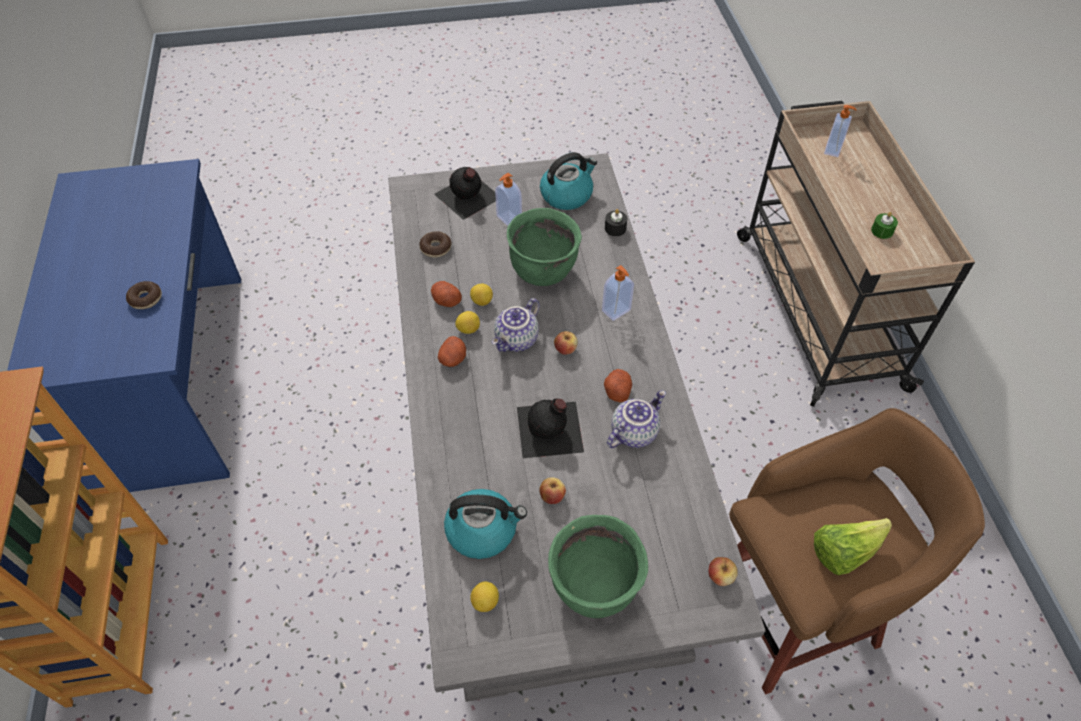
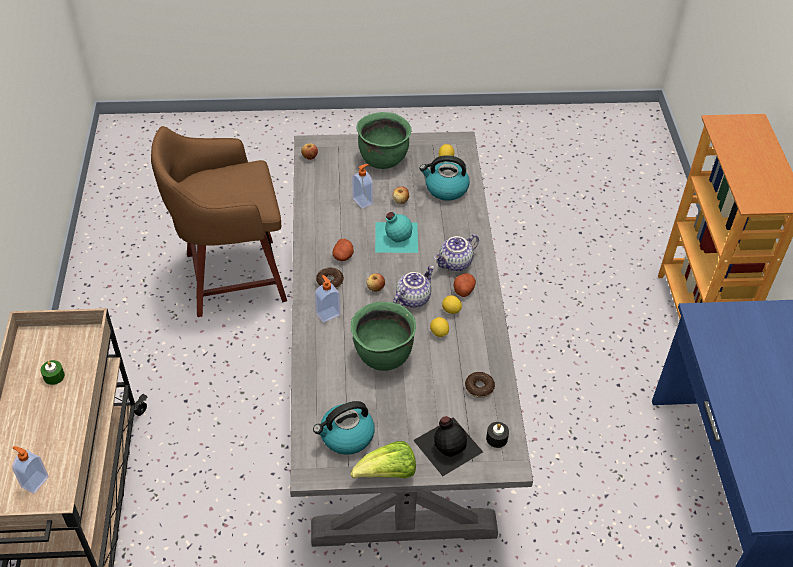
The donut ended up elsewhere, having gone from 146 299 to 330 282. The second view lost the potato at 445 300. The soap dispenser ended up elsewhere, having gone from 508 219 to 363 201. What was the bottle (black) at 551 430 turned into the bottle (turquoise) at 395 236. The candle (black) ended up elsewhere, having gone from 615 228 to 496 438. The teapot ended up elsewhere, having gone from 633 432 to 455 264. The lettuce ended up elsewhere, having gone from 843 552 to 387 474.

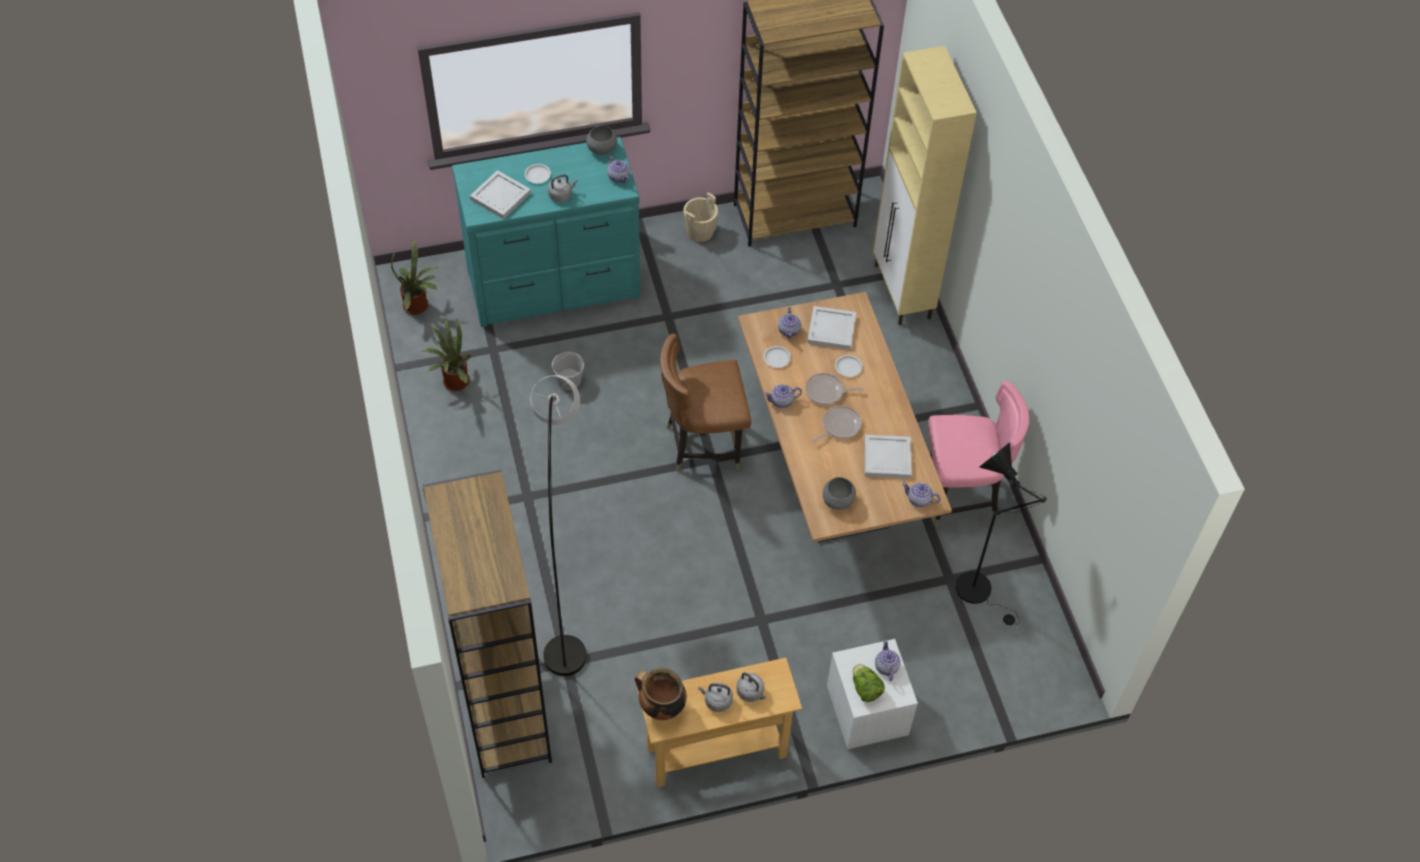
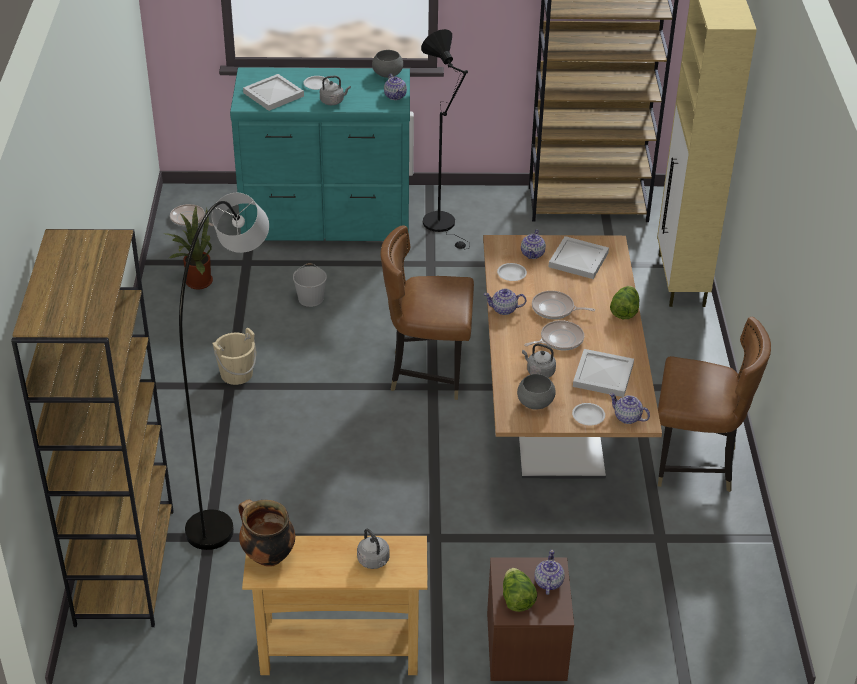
Where the potted plant stood at 418 306, the frying pan came to stand at 189 219. The bucket (beige) ended up elsewhere, having gone from 700 231 to 236 374. The kettle (grey) ended up elsewhere, having gone from 716 701 to 539 372. What was the nightstand (white) at 867 711 turned into the nightstand (brown) at 526 647. The plate (white) ended up elsewhere, having gone from 848 367 to 588 416. What was the chair (pink) at 961 495 turned into the chair (brown) at 695 464. The floor lamp (black) ended up elsewhere, having gone from 979 592 to 443 225. The second view gained the lettuce at 624 311.

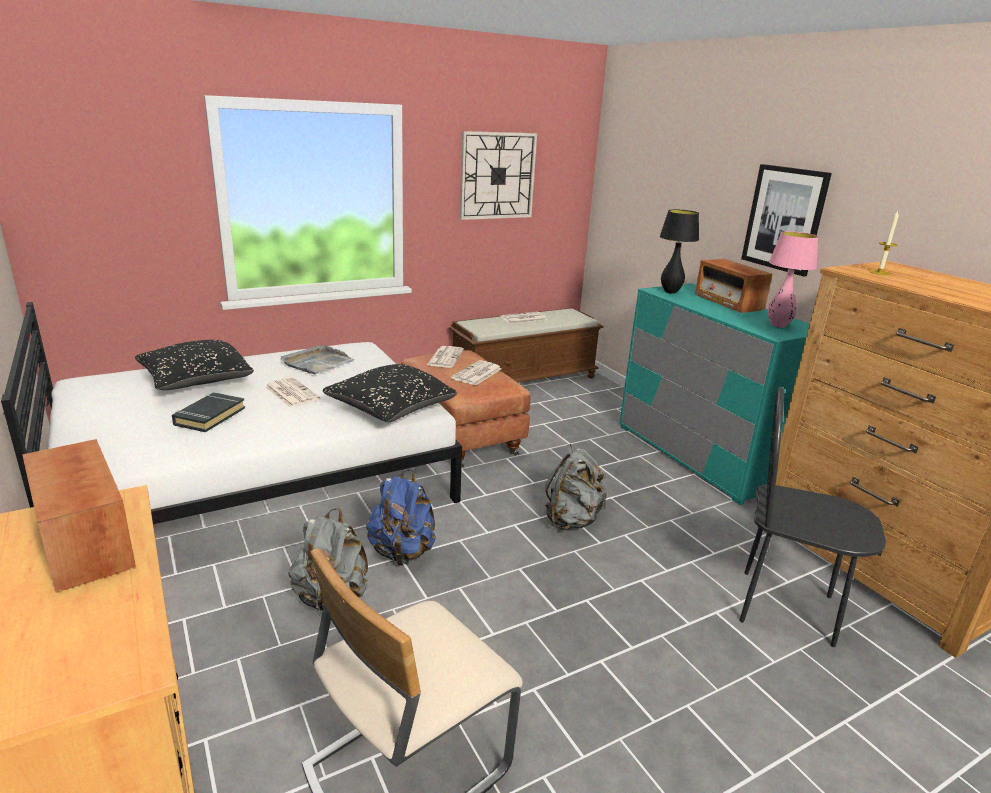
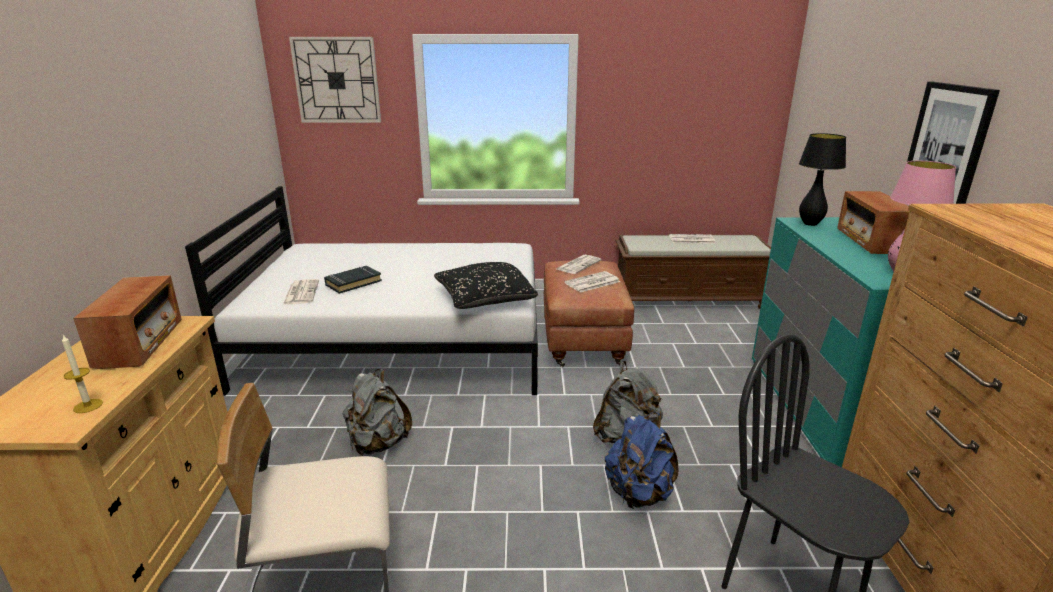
The second view lost the pillow (black) at 196 381. The newspaper ended up elsewhere, having gone from 291 393 to 301 292. The second view lost the tray (grey) at 317 363. The backpack (blue) ended up elsewhere, having gone from 402 552 to 638 494. The wall clock ended up elsewhere, having gone from 497 176 to 337 80. The candle ended up elsewhere, having gone from 879 273 to 88 406.

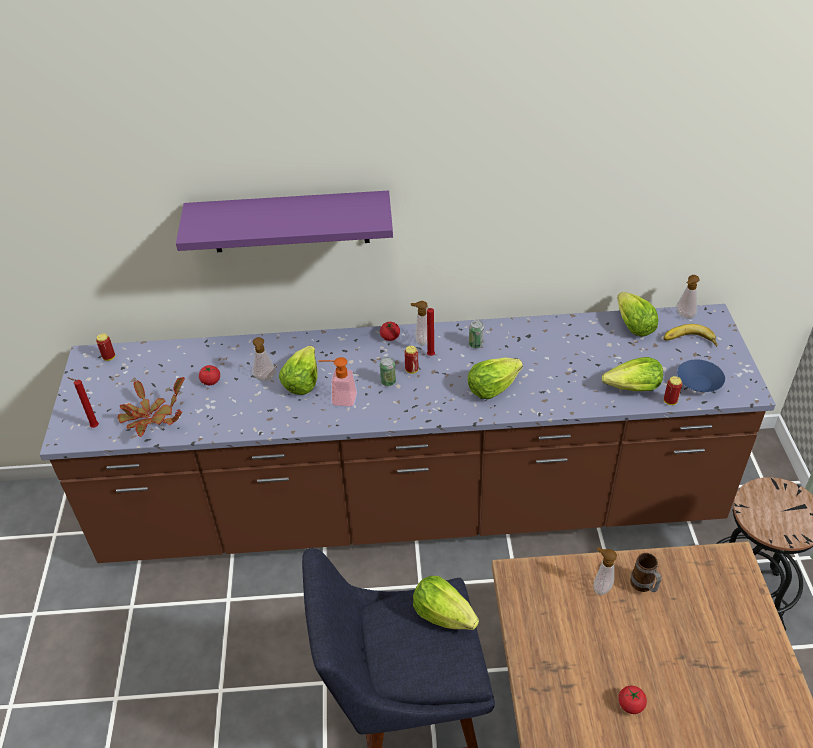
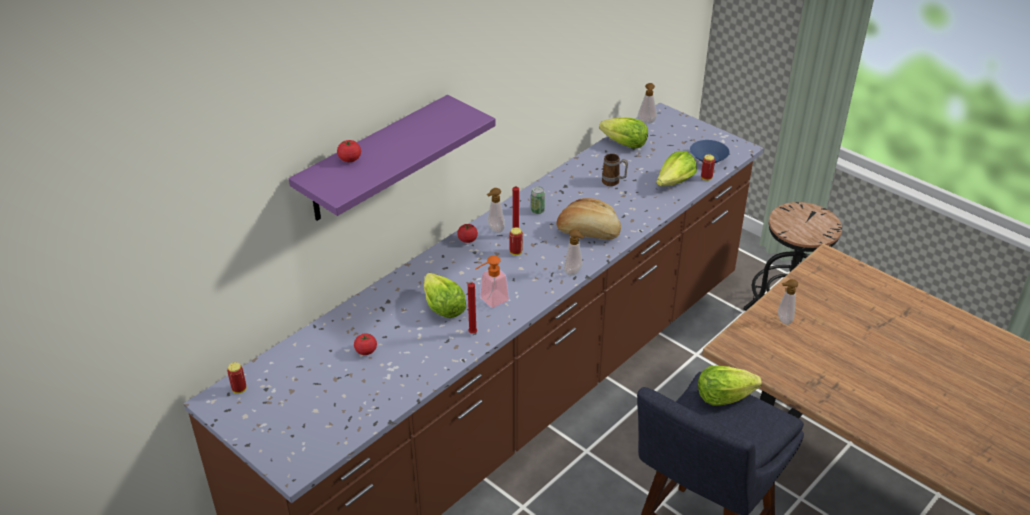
The candle (red) ended up elsewhere, having gone from 93 427 to 471 334. The second view lost the potted plant at 150 418. The soap dispenser ended up elsewhere, having gone from 265 379 to 574 272. The second view lost the can at 388 382. Where the lettuce stood at 492 388, the bread came to stand at 588 232. The tomato ended up elsewhere, having gone from 630 705 to 350 159. The mug ended up elsewhere, having gone from 644 586 to 614 182. The second view lost the banana at 689 341.

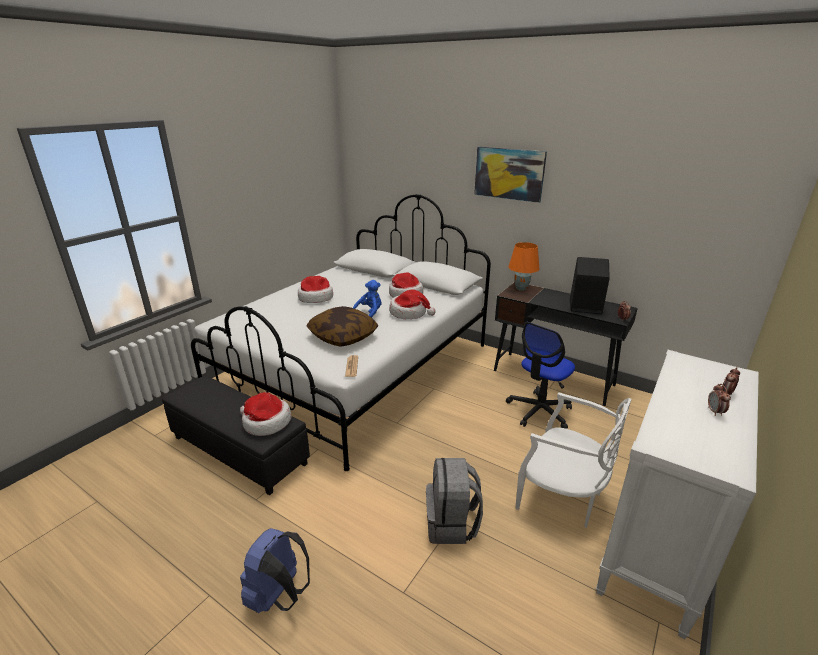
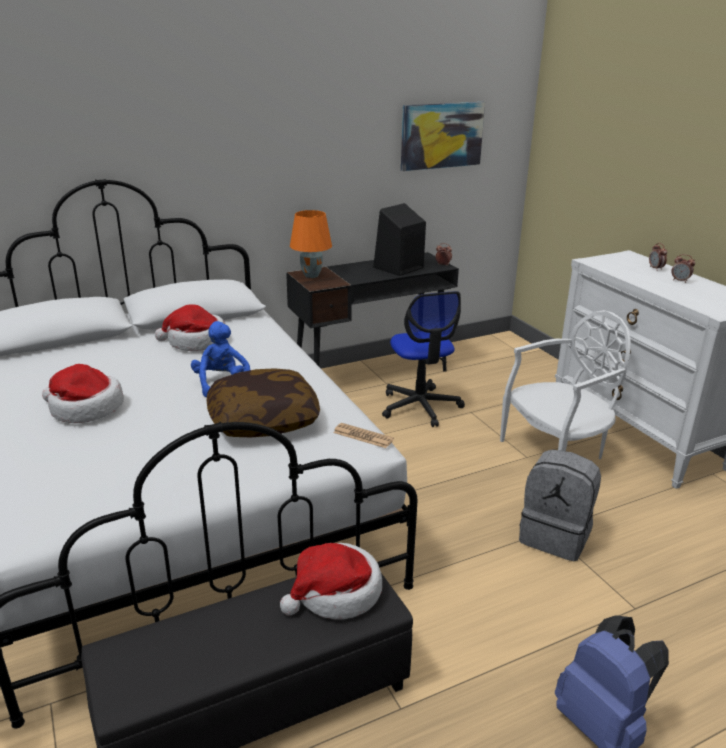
The second view lost the hat at 409 313. The picture ended up elsewhere, having gone from 509 173 to 441 135.

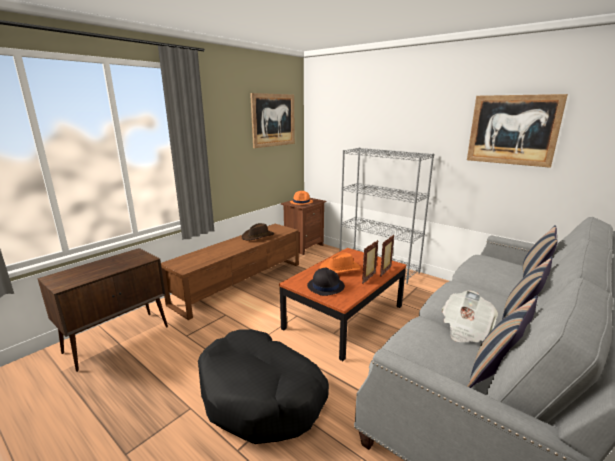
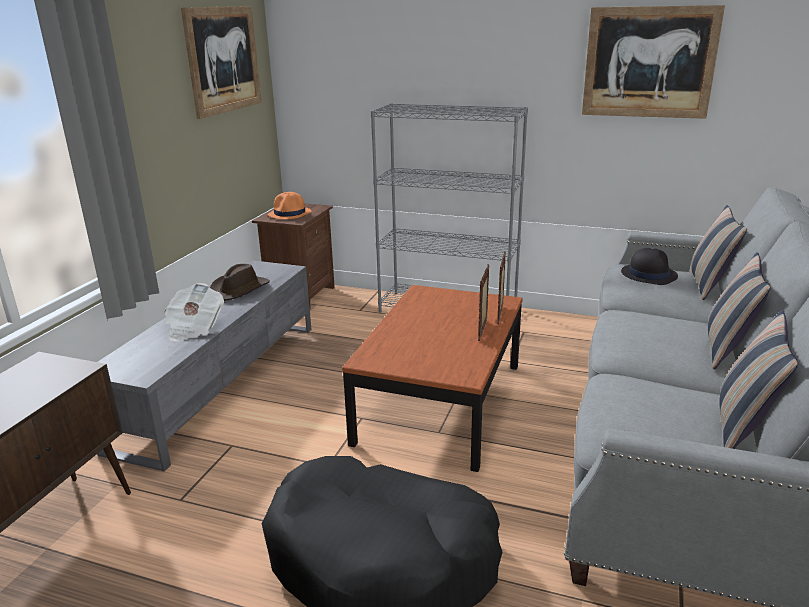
What was the tv stand (brown) at 240 282 turned into the tv stand (grey) at 222 382. The hat (black) ended up elsewhere, having gone from 325 286 to 648 274. The second view lost the hat (orange) at 340 268. The newspaper ended up elsewhere, having gone from 465 329 to 194 327.

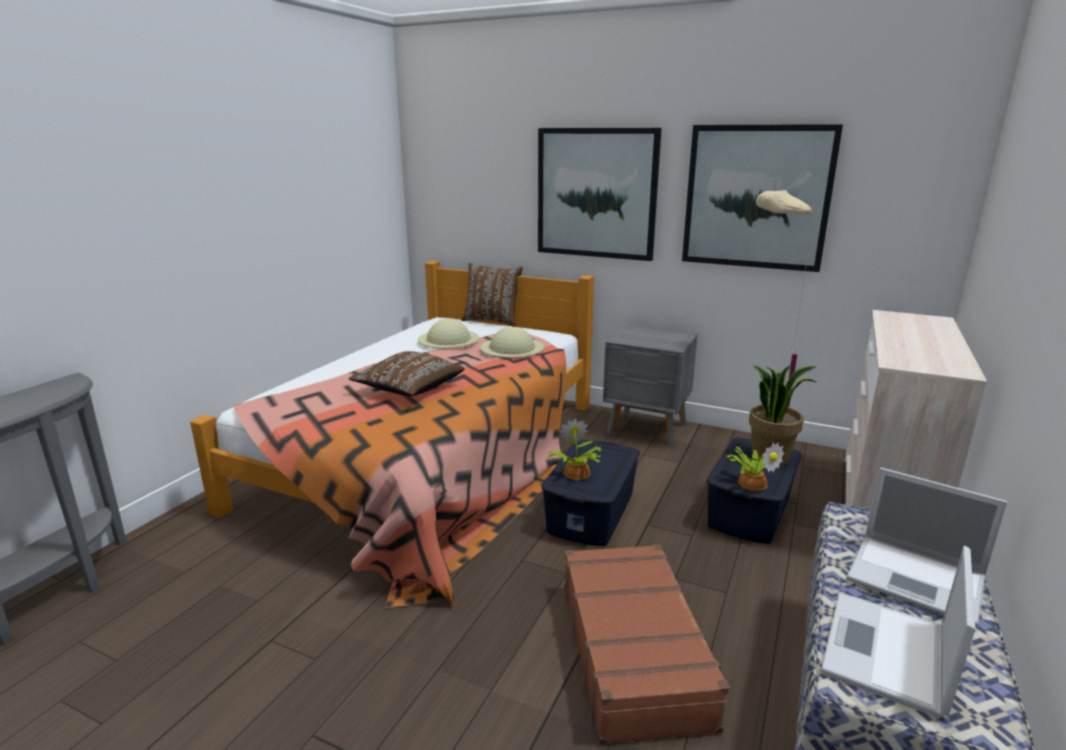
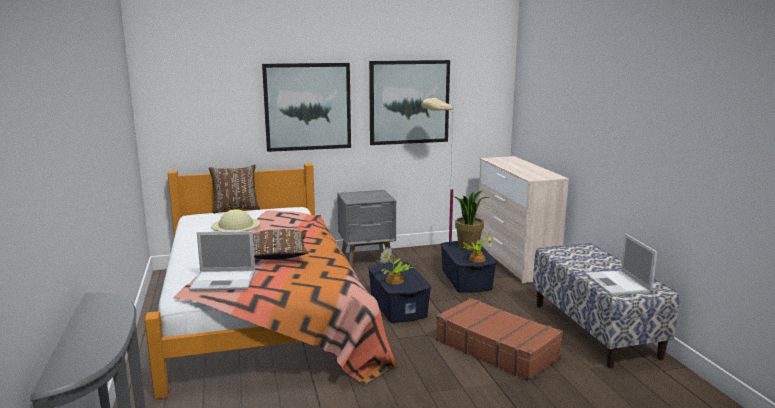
The second view lost the hat (beige) at 512 347. The laptop ended up elsewhere, having gone from 918 579 to 225 281.

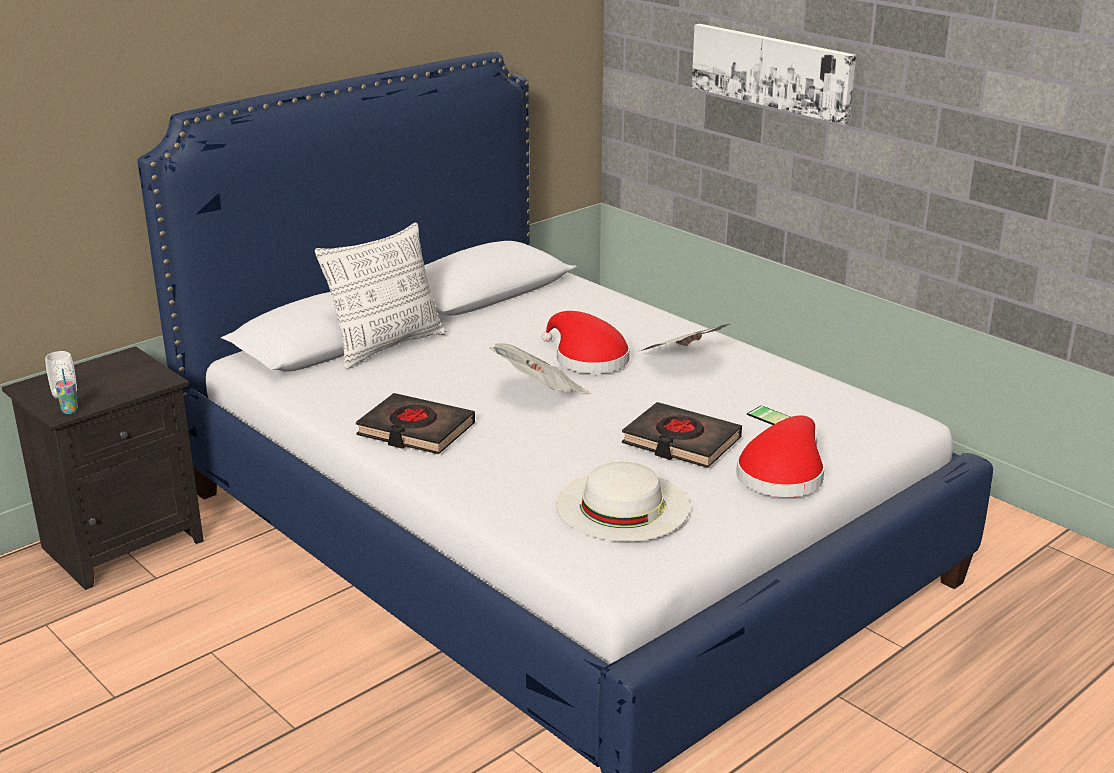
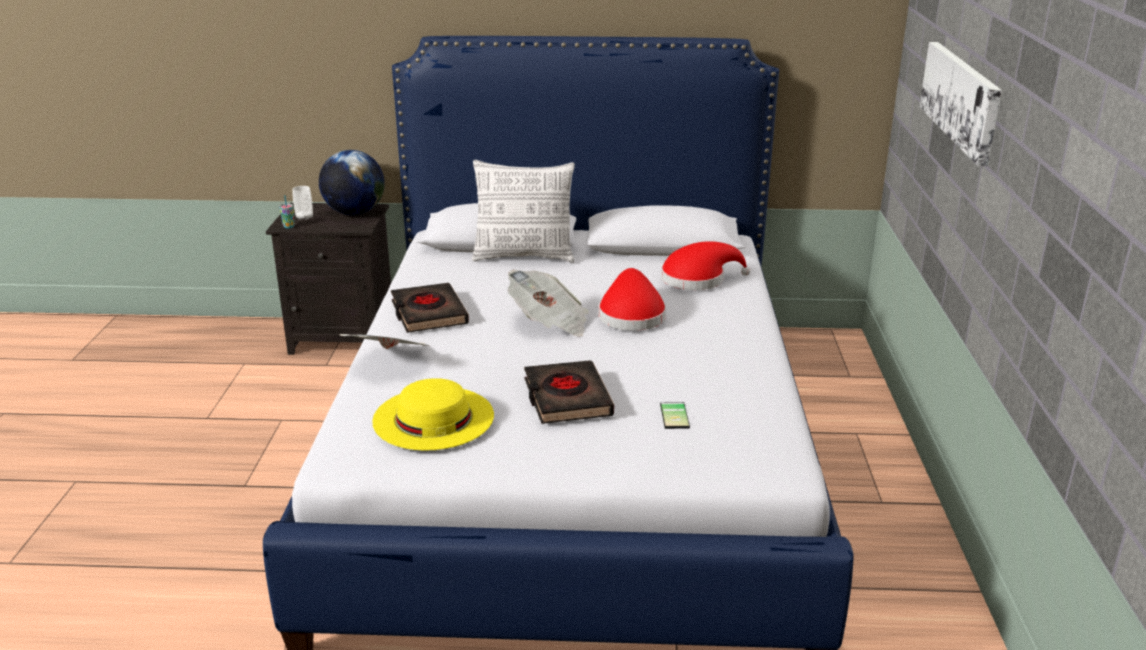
What was the hat (white) at 622 505 turned into the hat (yellow) at 433 418. The newspaper ended up elsewhere, having gone from 682 360 to 391 362. The hat (red) ended up elsewhere, having gone from 782 474 to 697 279. The second view gained the globe at 354 213.

